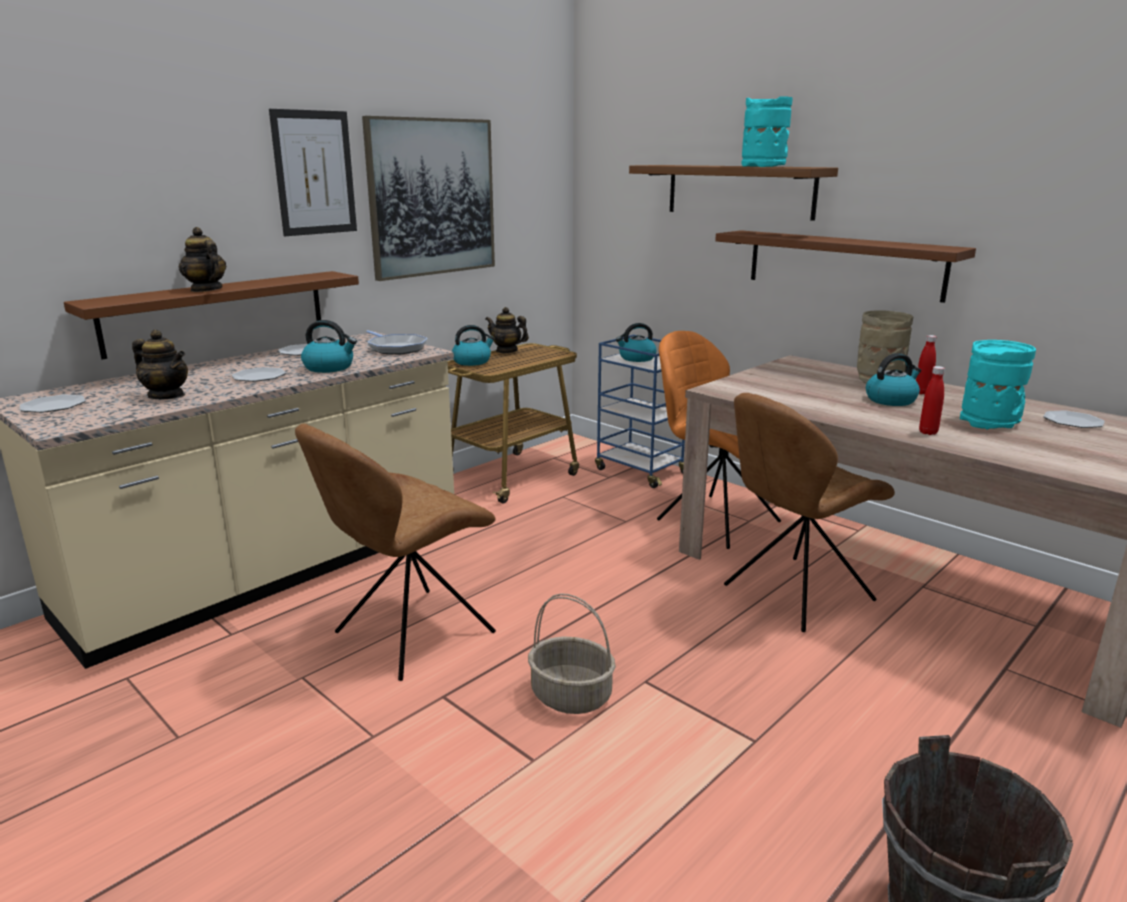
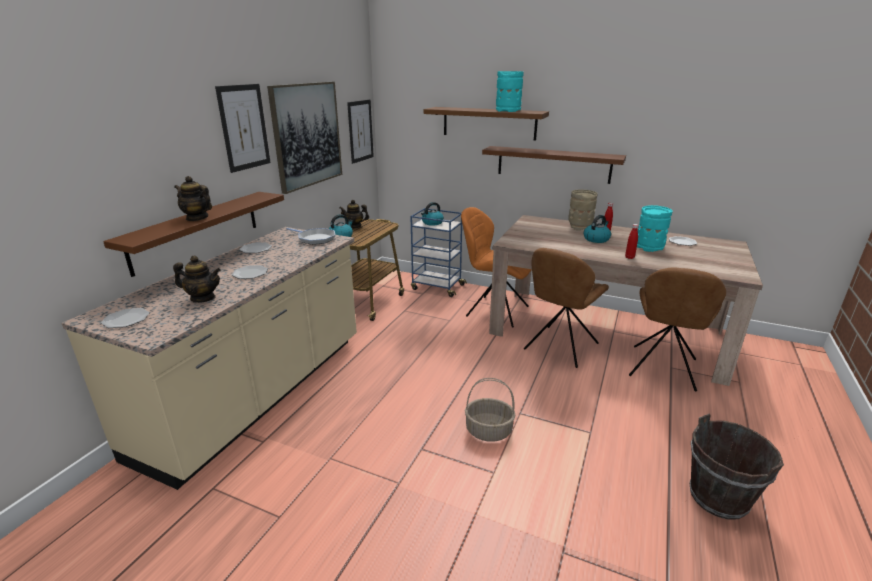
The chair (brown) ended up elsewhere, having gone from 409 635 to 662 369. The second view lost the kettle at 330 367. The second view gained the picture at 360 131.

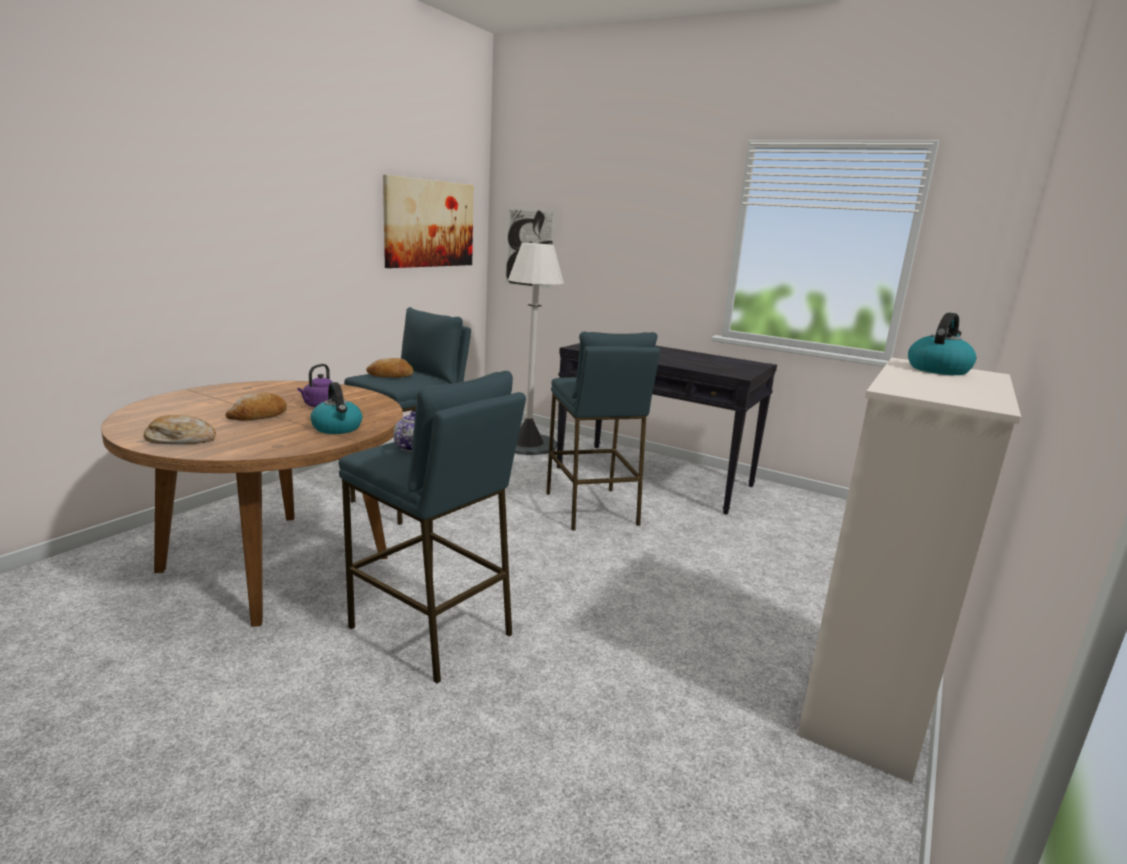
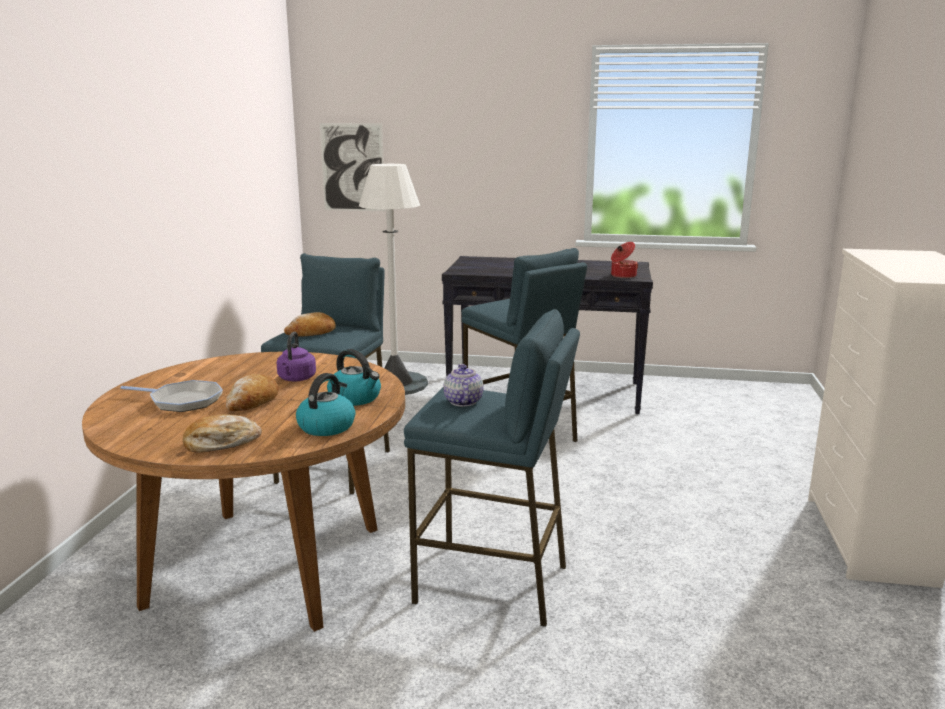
The second view lost the picture at 429 224. The kettle ended up elsewhere, having gone from 938 369 to 327 426. The second view gained the frying pan at 182 401. The second view gained the cooking pot at 622 276.

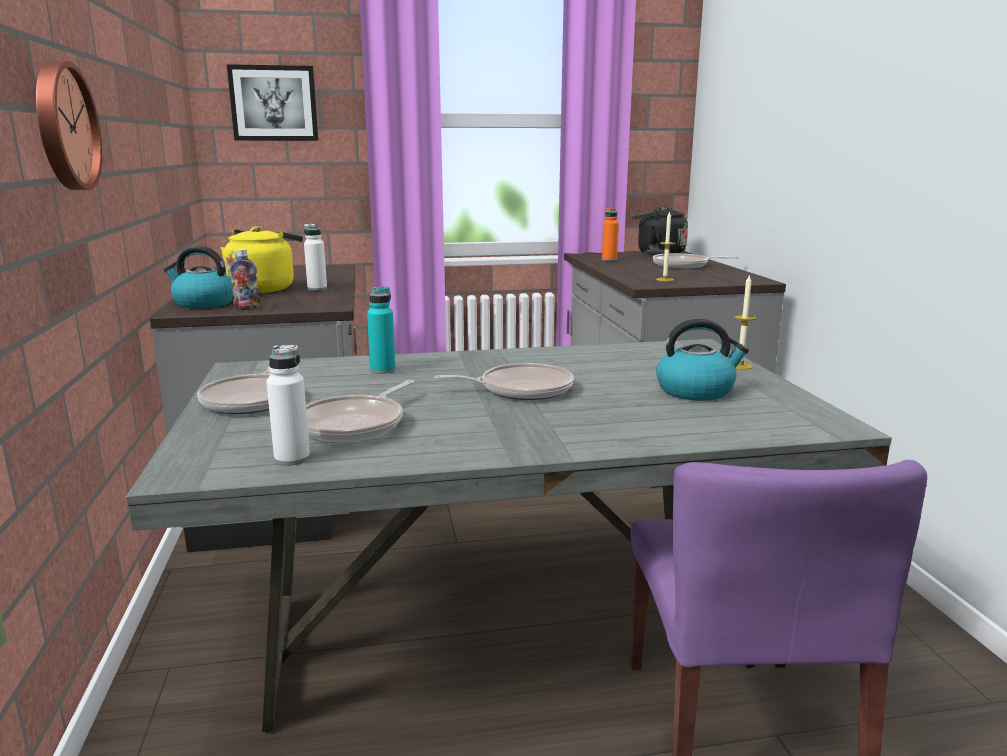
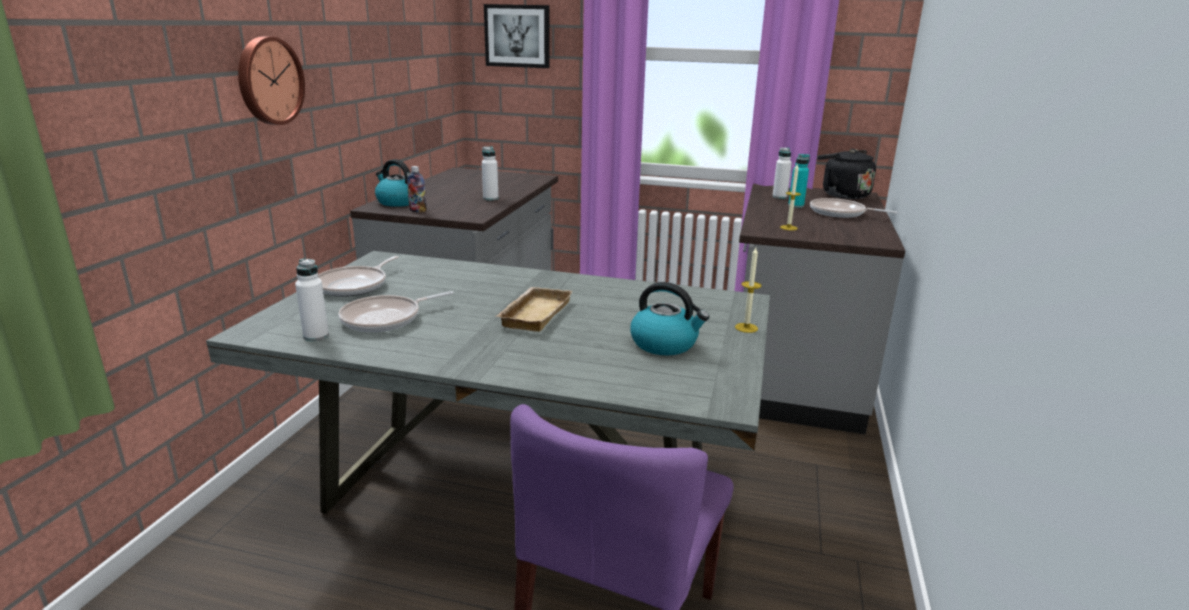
The second view lost the kettle (yellow) at 264 288. The bottle (turquoise) ended up elsewhere, having gone from 382 370 to 796 206. Where the frying pan stood at 521 389, the tray (beige) came to stand at 534 313. What was the bottle (orange) at 609 259 turned into the bottle (white) at 779 197.

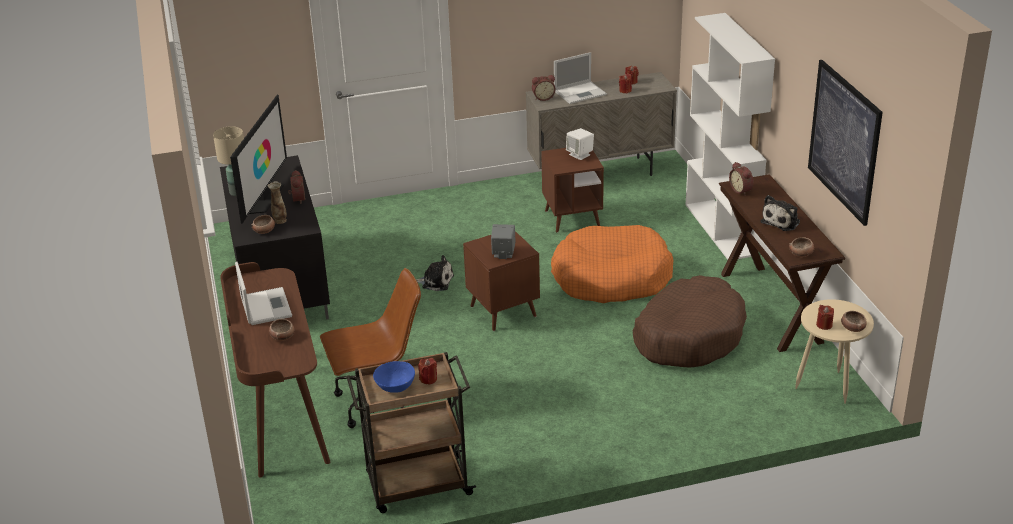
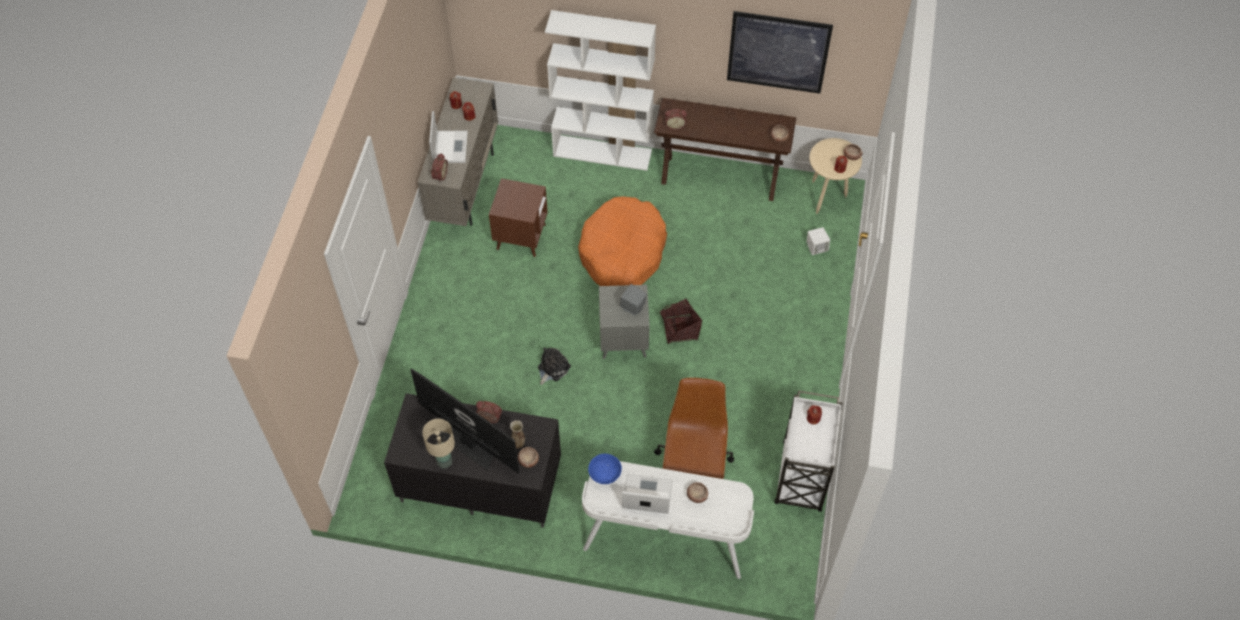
What was the desk (brown) at 280 411 turned into the desk (white) at 665 539. What was the cart (brown) at 416 485 turned into the cart (white) at 801 478. The bowl (blue) ended up elsewhere, having gone from 395 386 to 605 474. What was the side table (brown) at 503 311 turned into the side table (grey) at 623 340. The speaker (white) ended up elsewhere, having gone from 580 155 to 816 248. The second view lost the dog bed (brown) at 688 336. The second view lost the plush toy at 782 221. The second view gained the basket at 680 330.

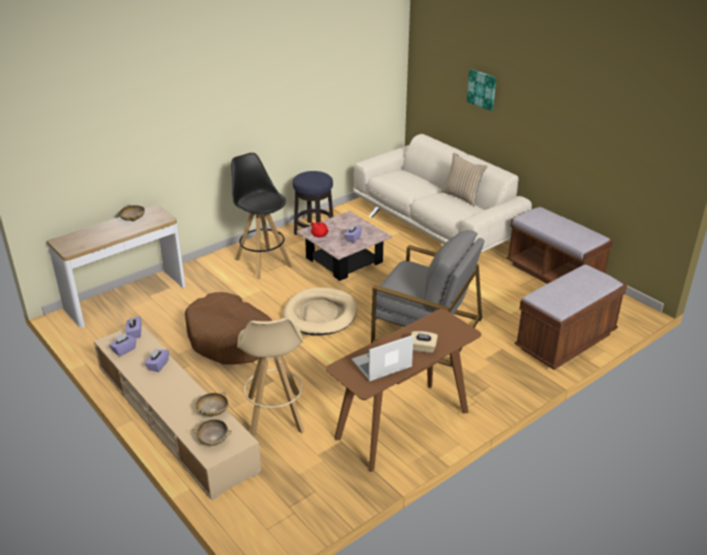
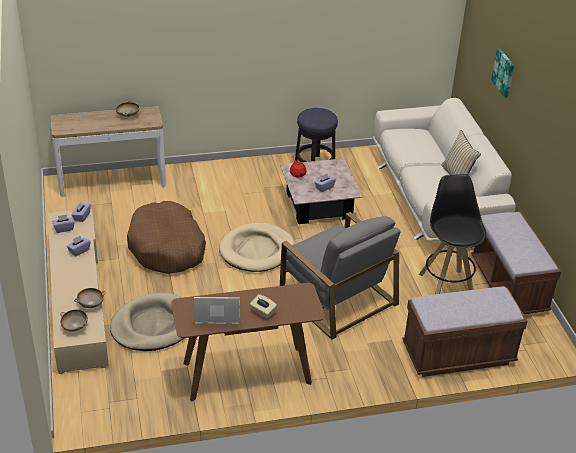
The stool (black) ended up elsewhere, having gone from 263 262 to 446 287. Where the stool (beige) stood at 275 415, the dog bed (beige) came to stand at 153 325.

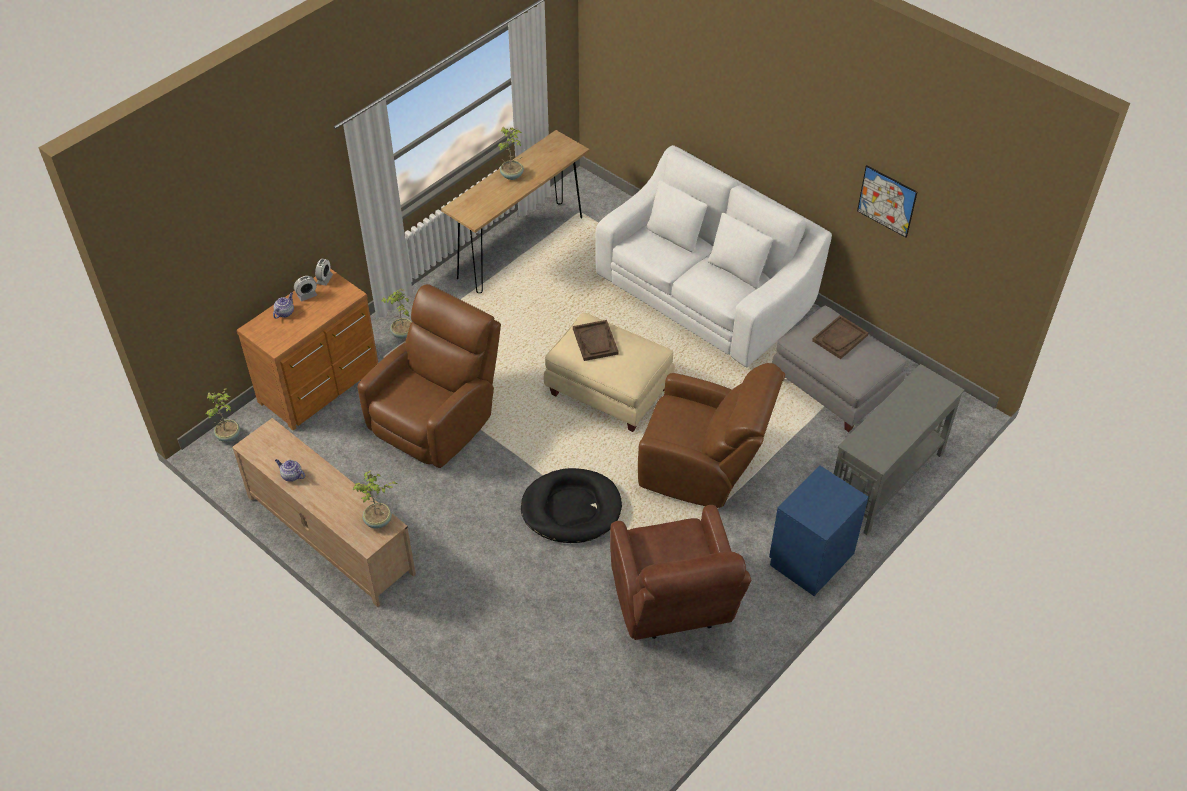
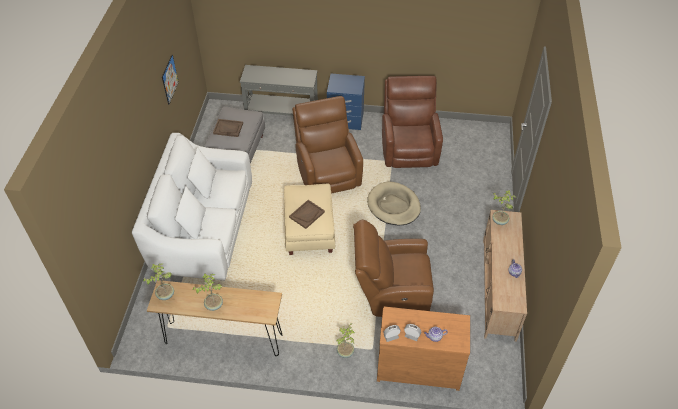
The potted plant ended up elsewhere, having gone from 229 435 to 165 294. What was the dog bed (black) at 571 509 turned into the dog bed (beige) at 393 206. The armchair (brown) at 673 606 ended up facing another way, 45 degrees counterclockwise from before.

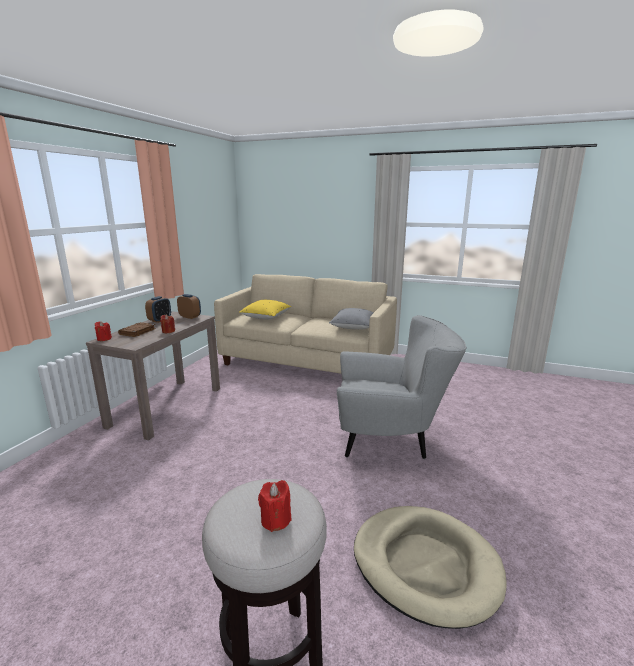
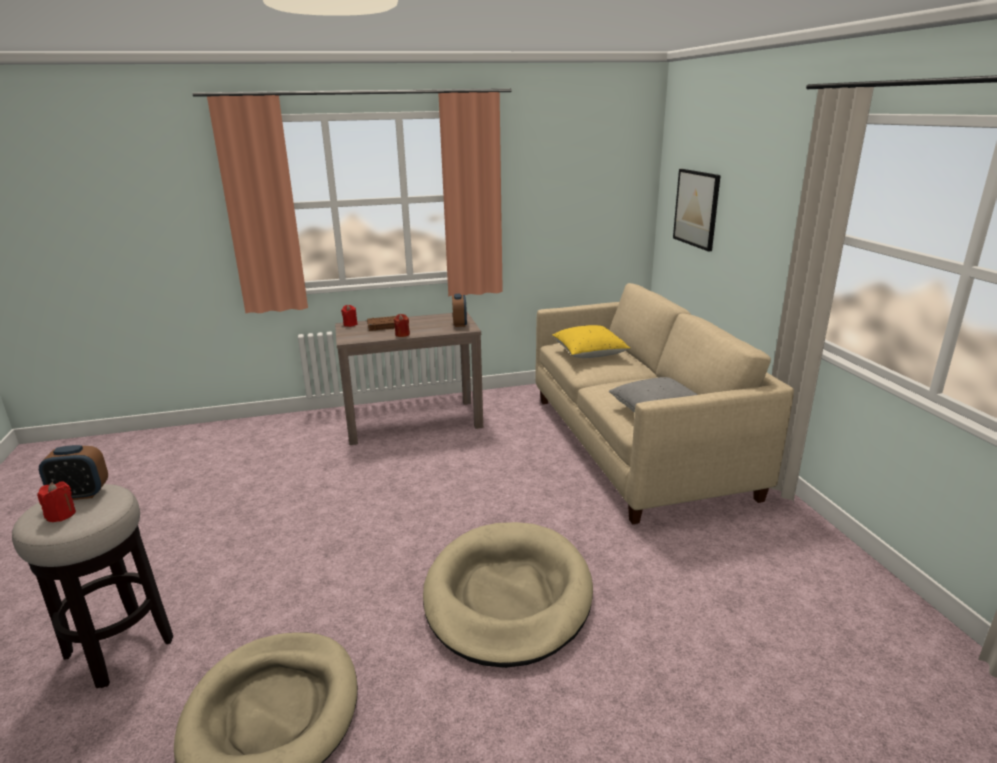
The alarm clock ended up elsewhere, having gone from 160 320 to 81 494. Where the armchair (grey) stood at 391 440, the dog bed (beige) came to stand at 508 596. The second view gained the picture at 696 208.

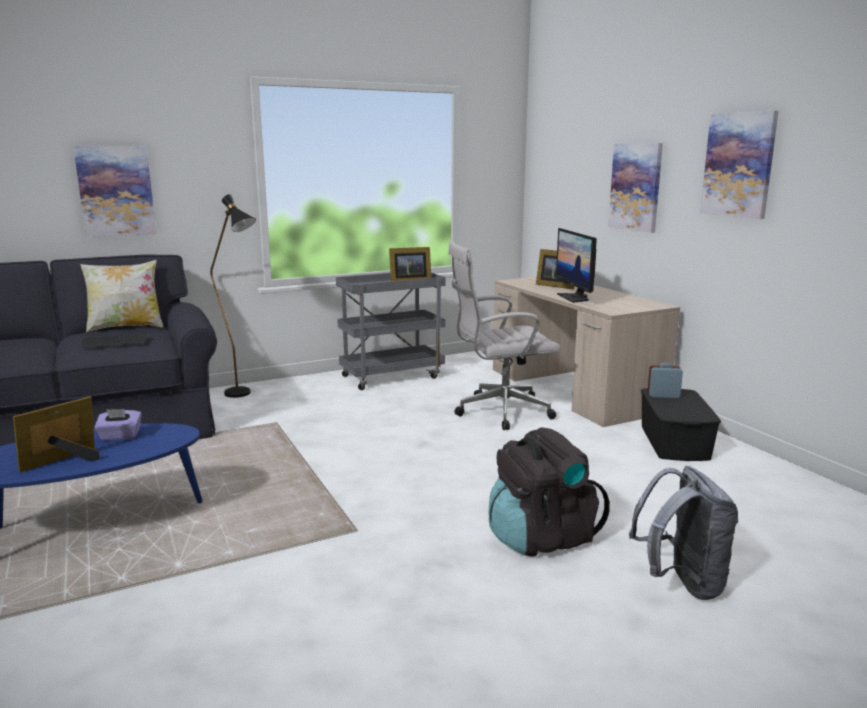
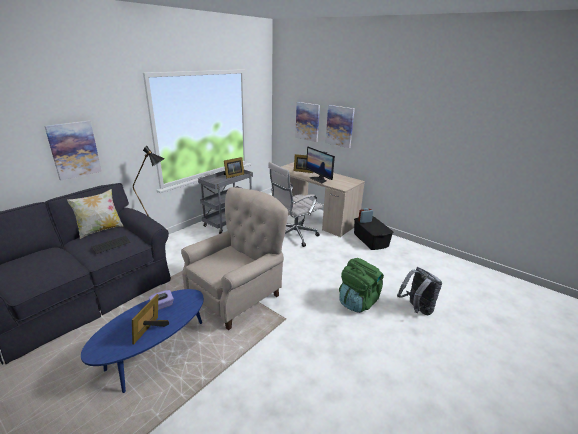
What was the backpack (black) at 541 537 turned into the backpack (green) at 358 301. The picture ended up elsewhere, having gone from 739 165 to 307 121. The second view gained the armchair (beige) at 238 296.

